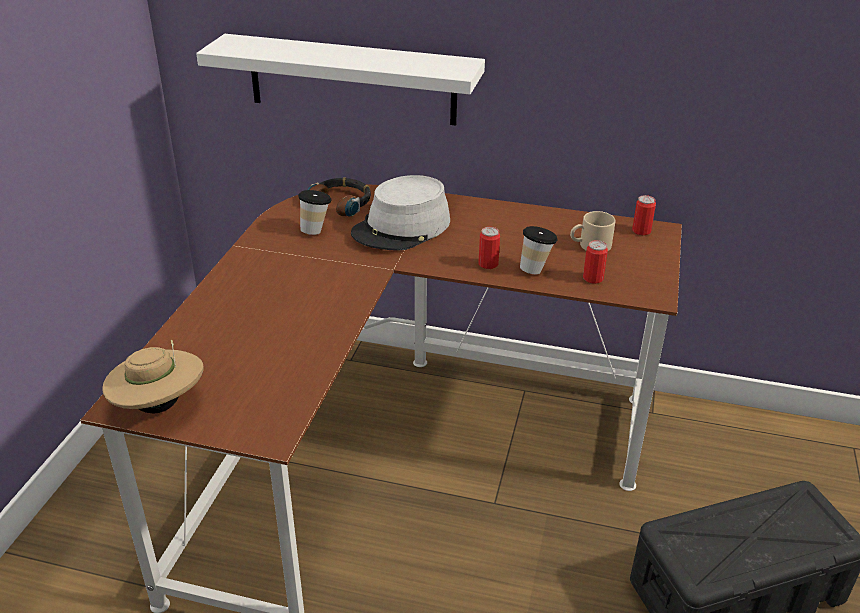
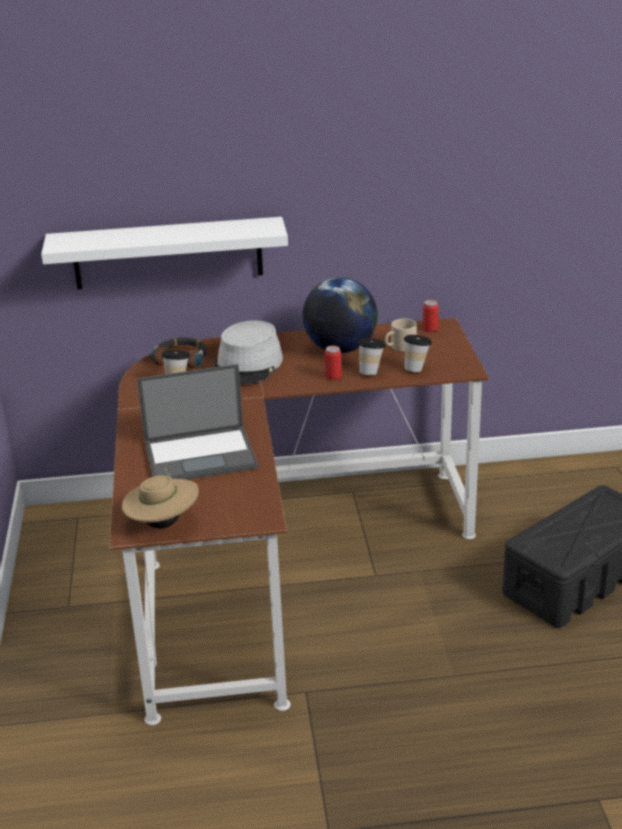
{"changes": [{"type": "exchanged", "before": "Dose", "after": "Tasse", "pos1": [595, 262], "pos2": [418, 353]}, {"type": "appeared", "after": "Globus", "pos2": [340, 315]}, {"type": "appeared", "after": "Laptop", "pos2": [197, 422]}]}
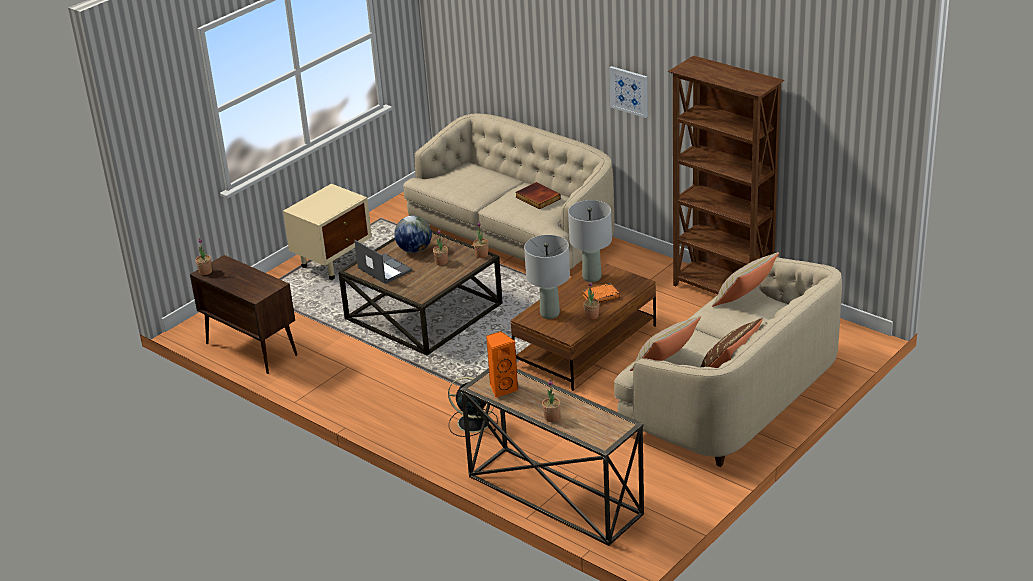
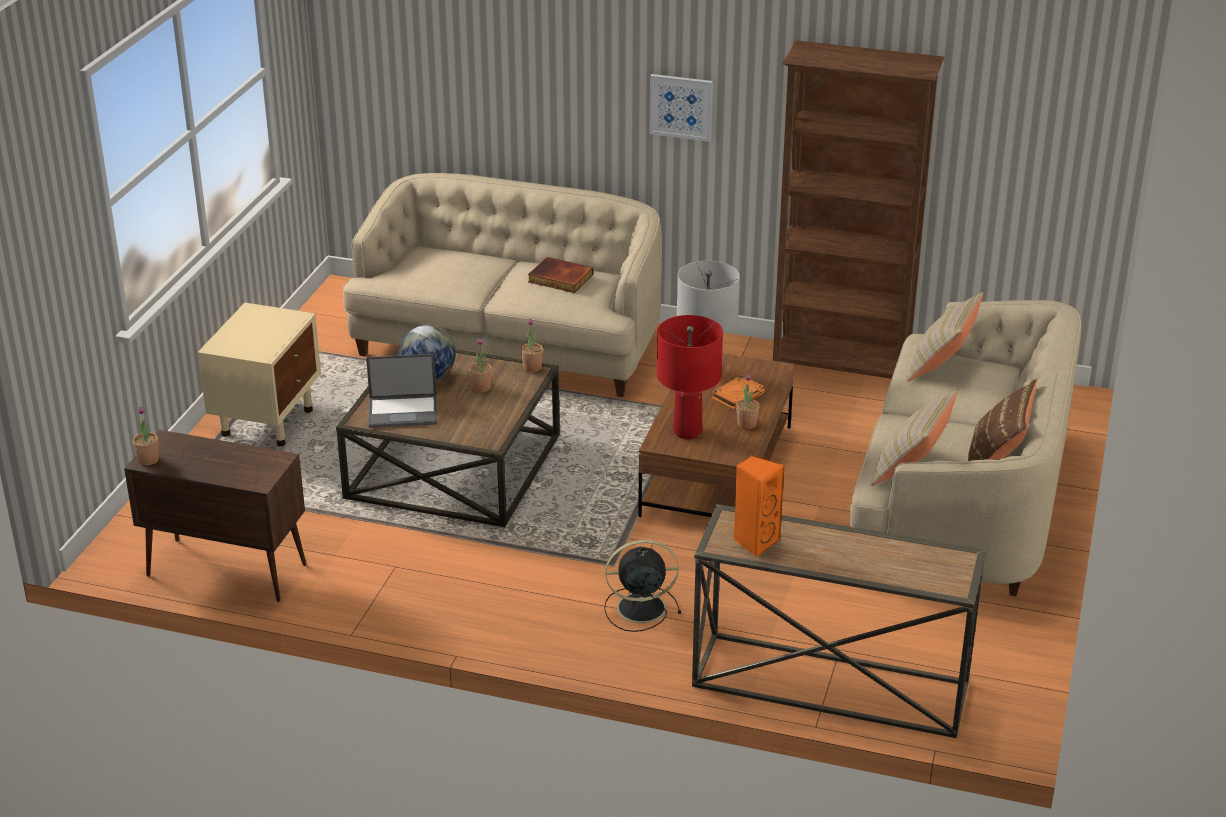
{"changes": [{"type": "colour", "before": "Tischlampe [grau]", "after": "Tischlampe [rot]", "pos1": [547, 277], "pos2": [690, 377]}, {"type": "spun", "before": "Laptop", "pos1": [383, 262], "pos2": [401, 391], "turn": 150}, {"type": "missing", "before": "Topfpflanze", "pos1": [551, 401]}]}
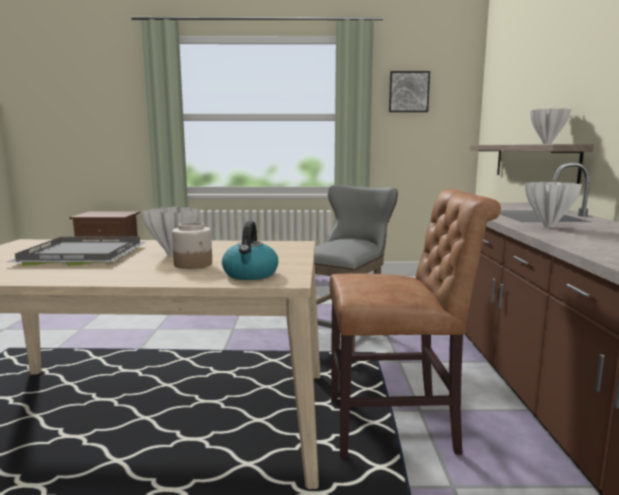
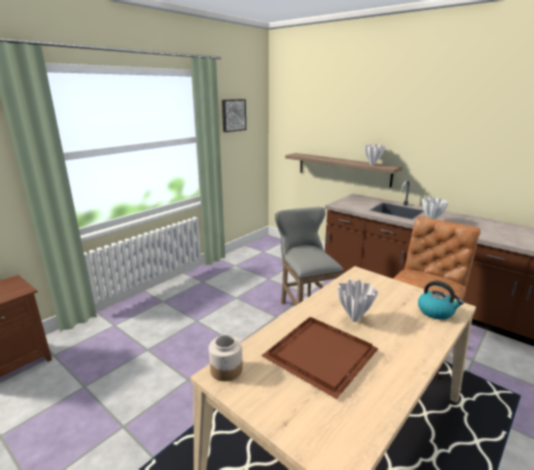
{"changes": [{"type": "relocated", "before": "Vorratsglas", "pos1": [192, 245], "pos2": [226, 358]}, {"type": "colour", "before": "Tablett [grau]", "after": "Tablett [braun]", "pos1": [77, 251], "pos2": [320, 358]}]}
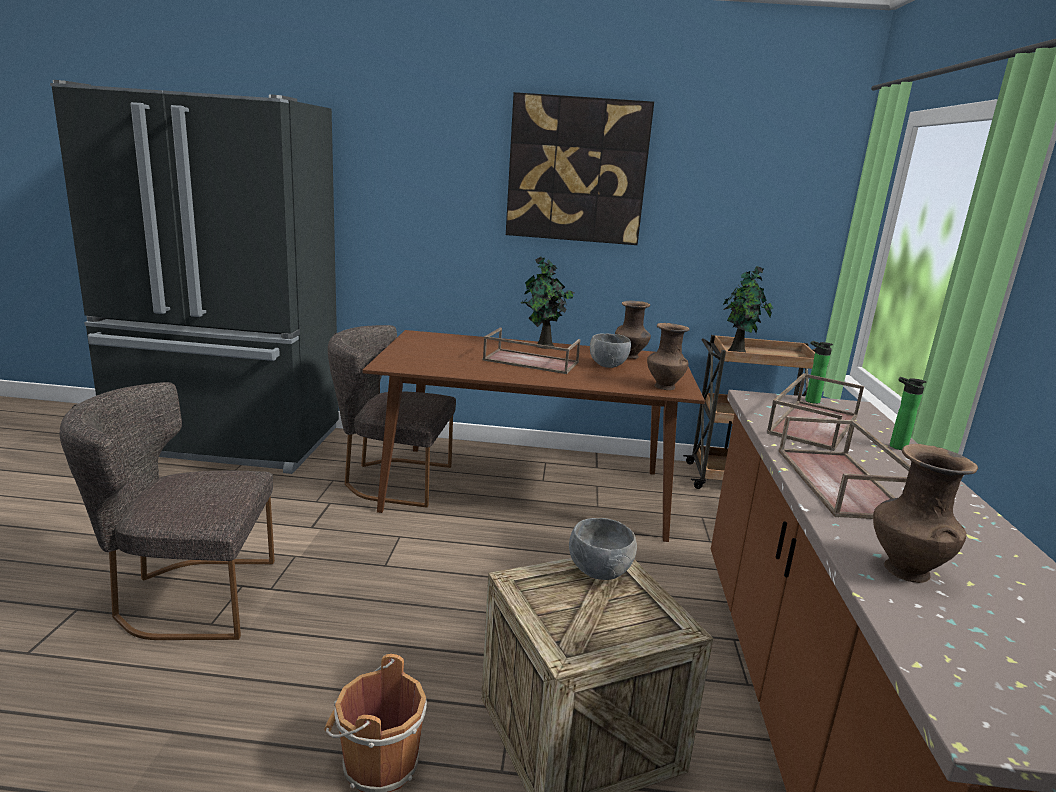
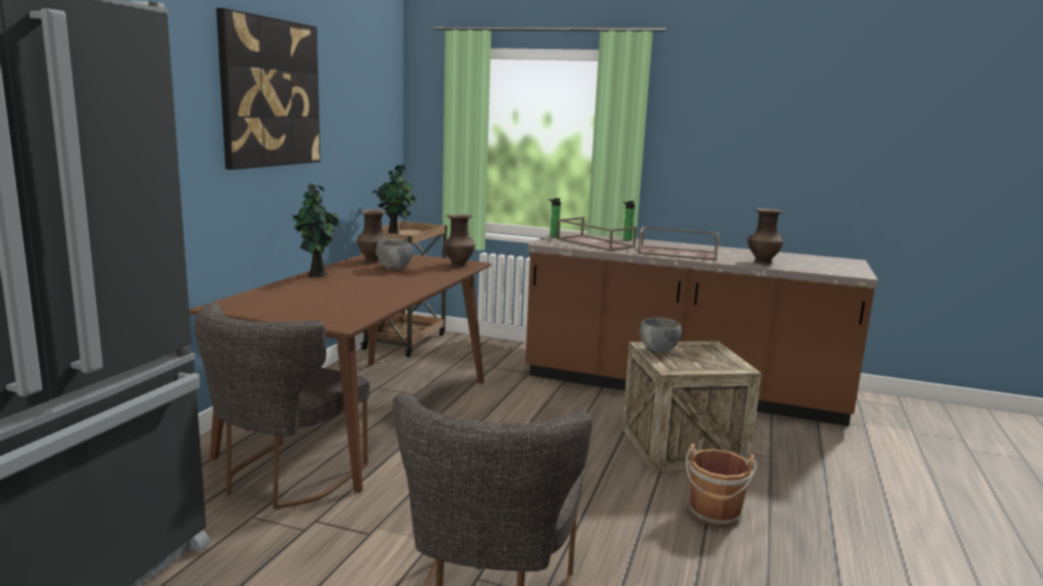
{"changes": [{"type": "missing", "before": "Tablett [braun]", "pos1": [531, 351]}]}
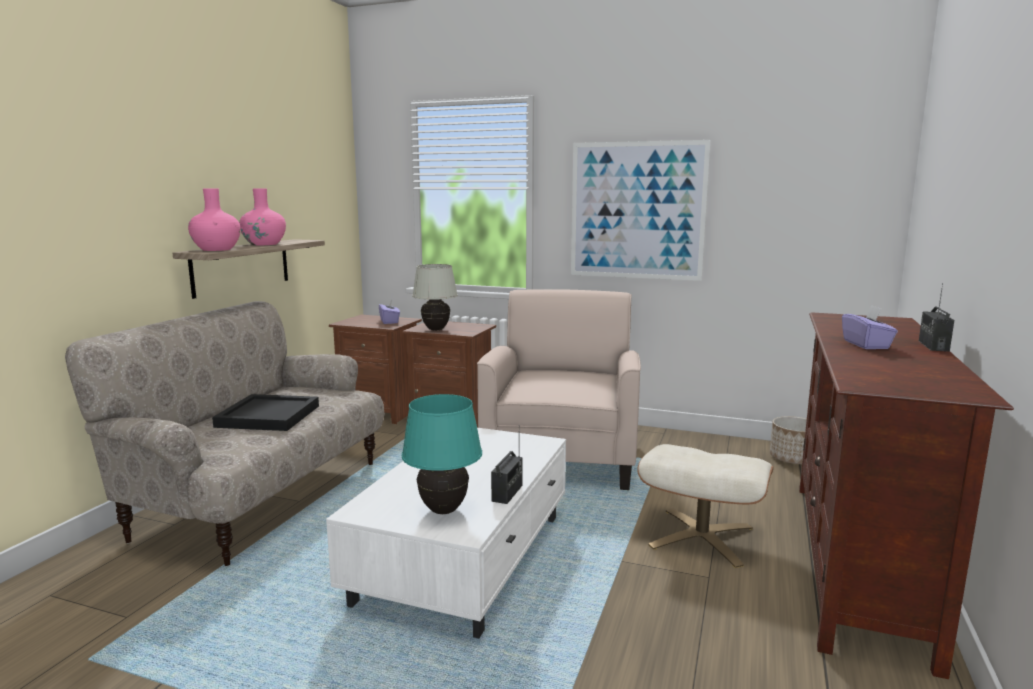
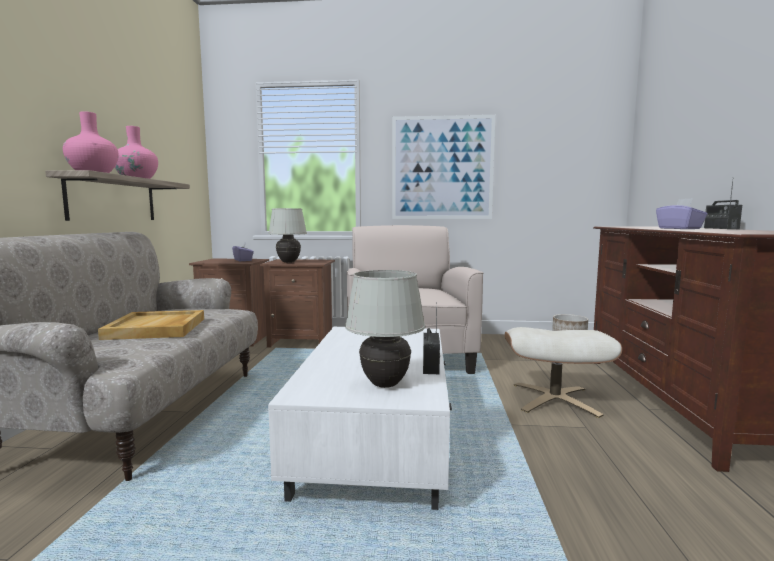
{"changes": [{"type": "colour", "before": "Tablett [schwarz]", "after": "Tablett [beige]", "pos1": [265, 412], "pos2": [151, 325]}, {"type": "colour", "before": "Tischlampe [türkis]", "after": "Tischlampe [weiß]", "pos1": [442, 454], "pos2": [385, 329]}]}
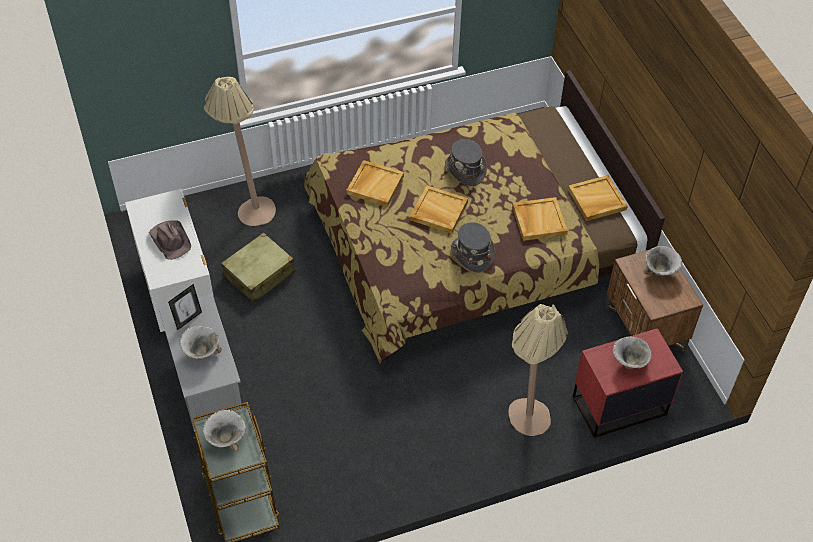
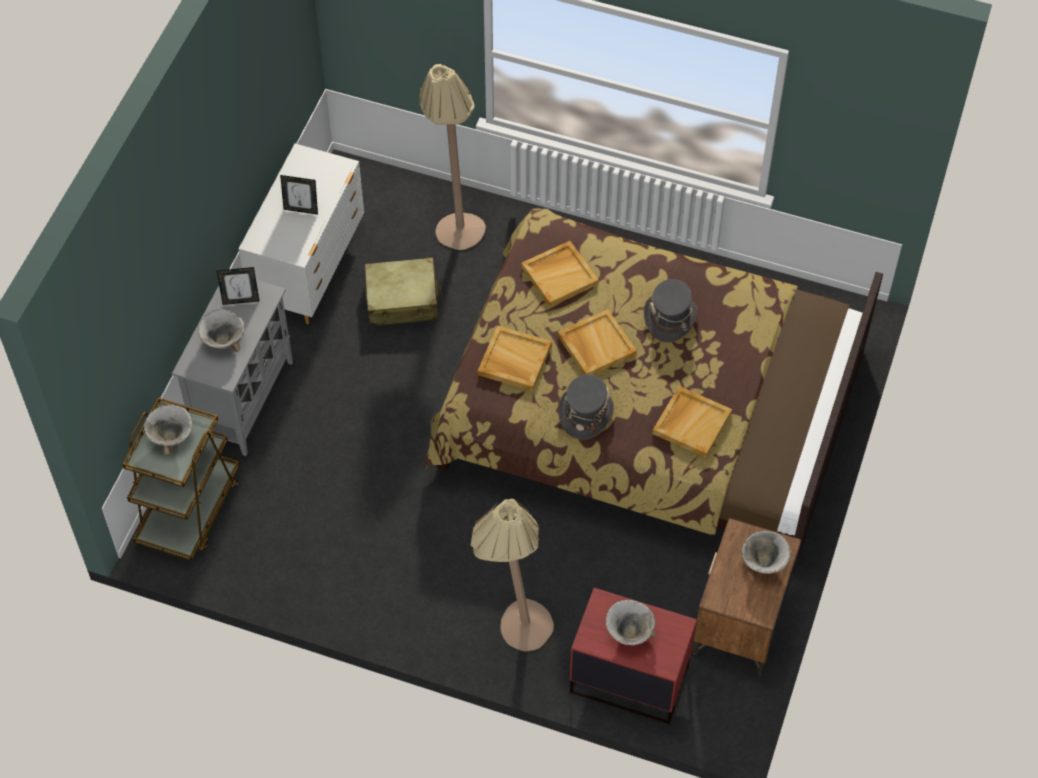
{"changes": [{"type": "relocated", "before": "Tablett [beige]", "pos1": [598, 198], "pos2": [515, 358]}, {"type": "exchanged", "before": "Hut [braun]", "after": "Bilderrahmen", "pos1": [170, 240], "pos2": [299, 195]}]}
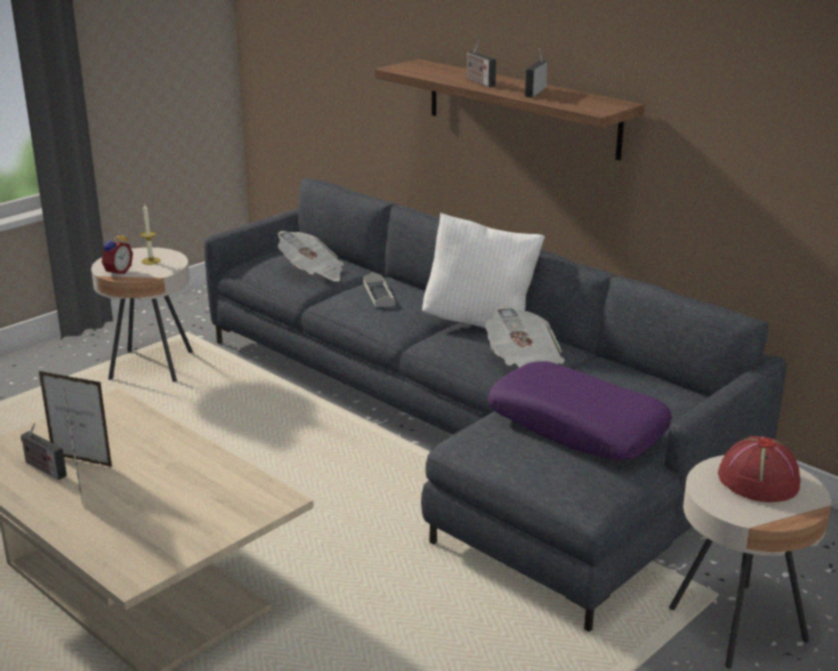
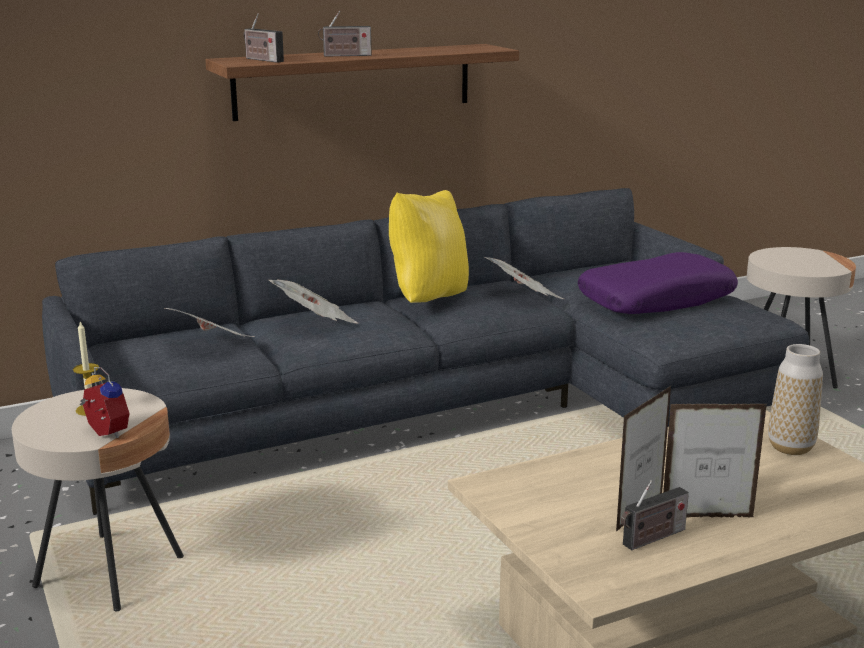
{"changes": [{"type": "relocated", "before": "Radio", "pos1": [536, 73], "pos2": [263, 38]}, {"type": "colour", "before": "Kissen [weiß]", "after": "Kissen [gelb]", "pos1": [483, 270], "pos2": [429, 246]}, {"type": "exchanged", "before": "Tablett [grau]", "after": "Zeitung", "pos1": [379, 289], "pos2": [313, 301]}, {"type": "missing", "before": "Hut [rot]", "pos1": [759, 469]}, {"type": "appeared", "after": "Vase", "pos2": [795, 399]}]}
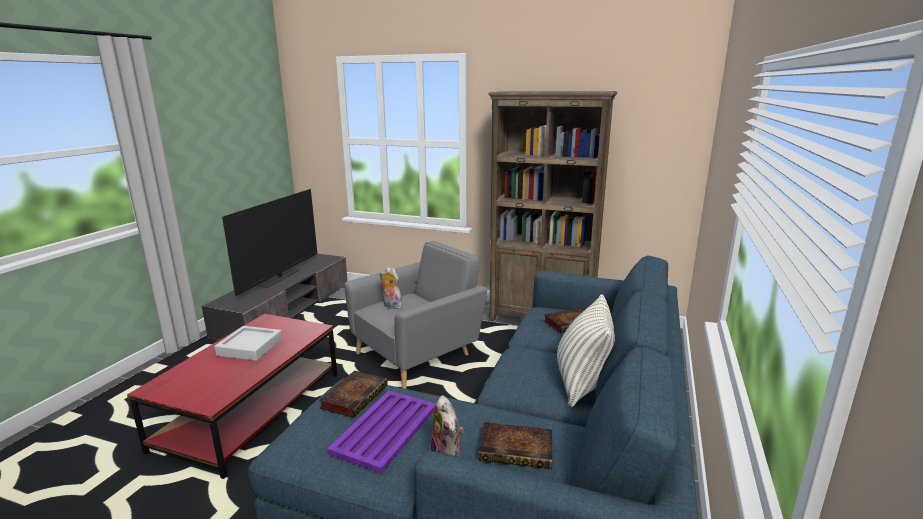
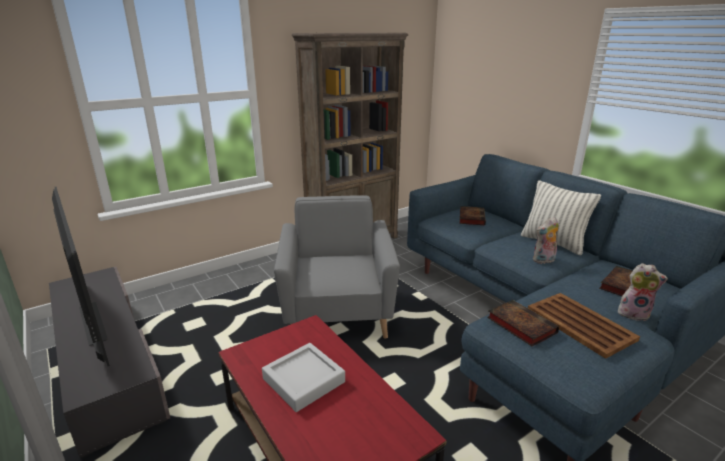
{"changes": [{"type": "relocated", "before": "Plüschtier", "pos1": [391, 288], "pos2": [546, 240]}, {"type": "colour", "before": "Tablett [lila]", "after": "Tablett [braun]", "pos1": [381, 431], "pos2": [584, 326]}]}
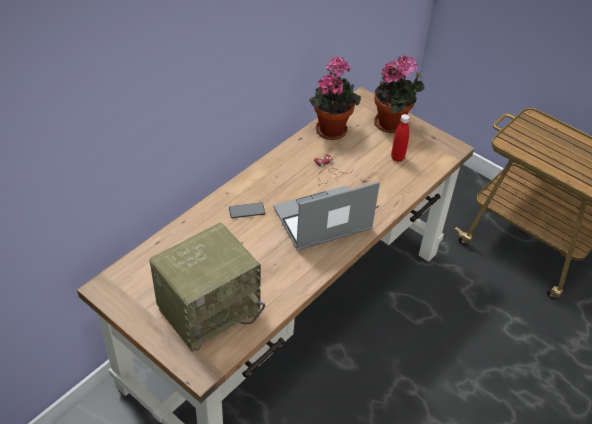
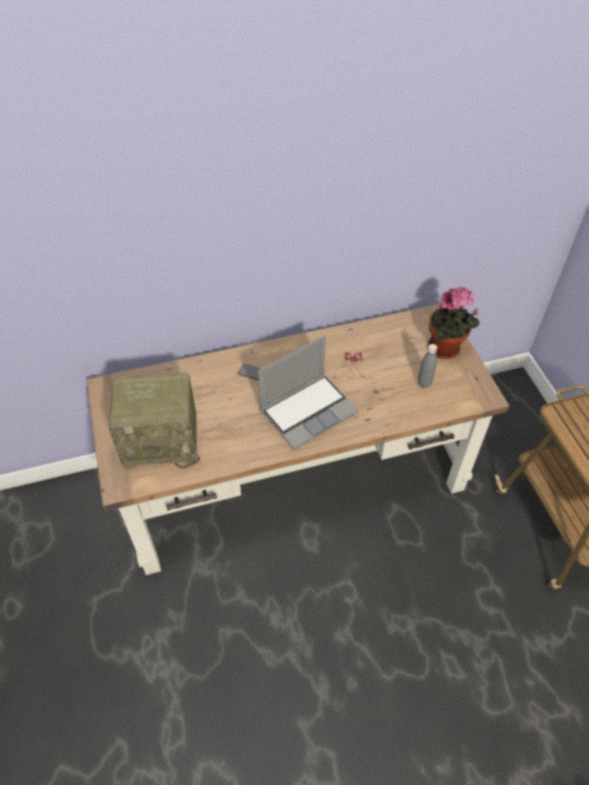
{"changes": [{"type": "missing", "before": "Topfpflanze", "pos1": [335, 98]}, {"type": "colour", "before": "Flasche [rot]", "after": "Flasche [grau]", "pos1": [400, 138], "pos2": [427, 366]}, {"type": "spun", "before": "Laptop", "pos1": [326, 216], "pos2": [308, 392], "turn": 135}]}
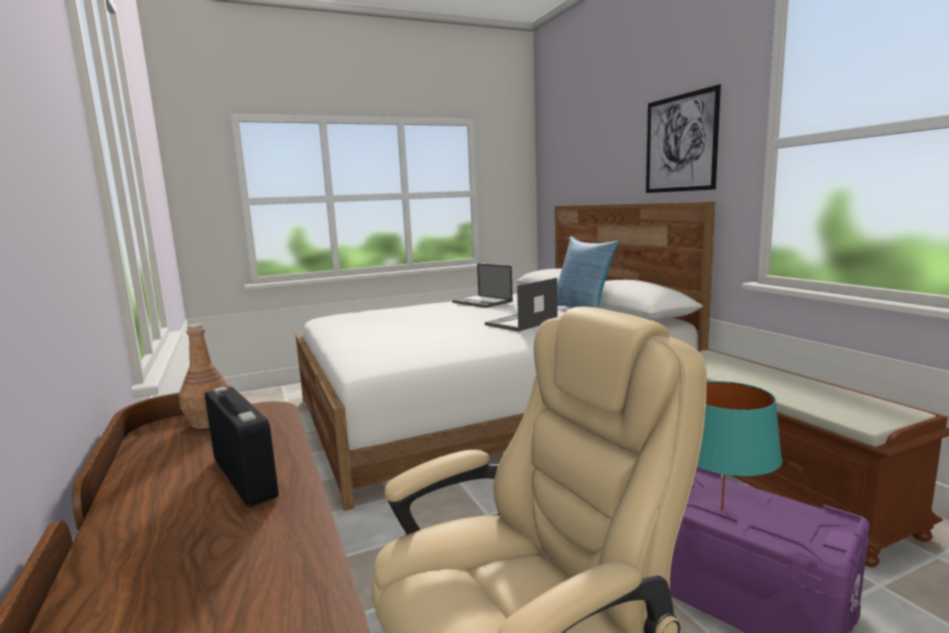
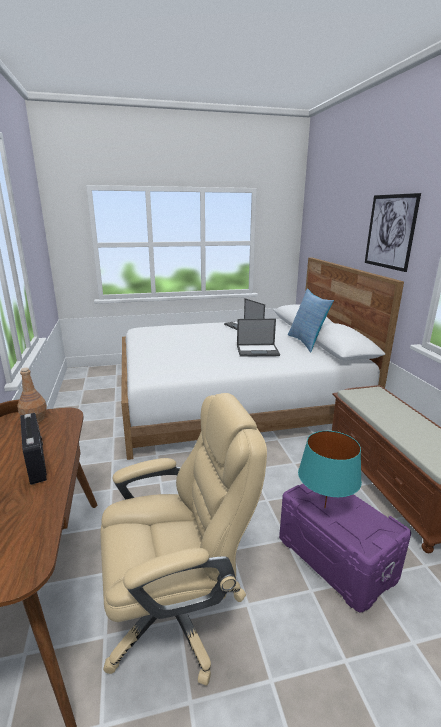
{"changes": [{"type": "spun", "before": "Laptop", "pos1": [521, 304], "pos2": [258, 338], "turn": -150}]}
